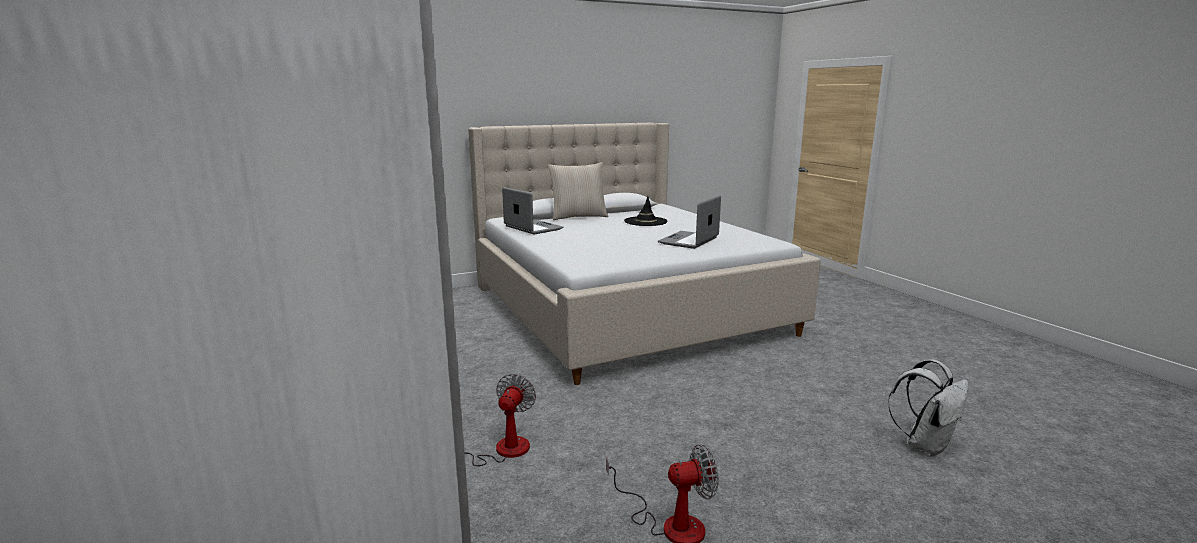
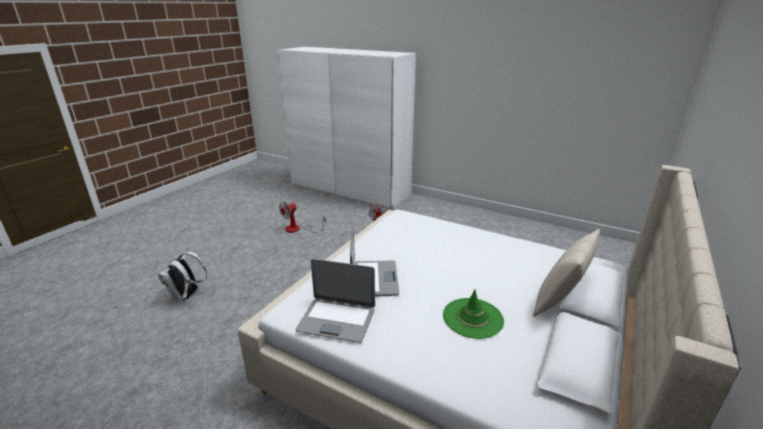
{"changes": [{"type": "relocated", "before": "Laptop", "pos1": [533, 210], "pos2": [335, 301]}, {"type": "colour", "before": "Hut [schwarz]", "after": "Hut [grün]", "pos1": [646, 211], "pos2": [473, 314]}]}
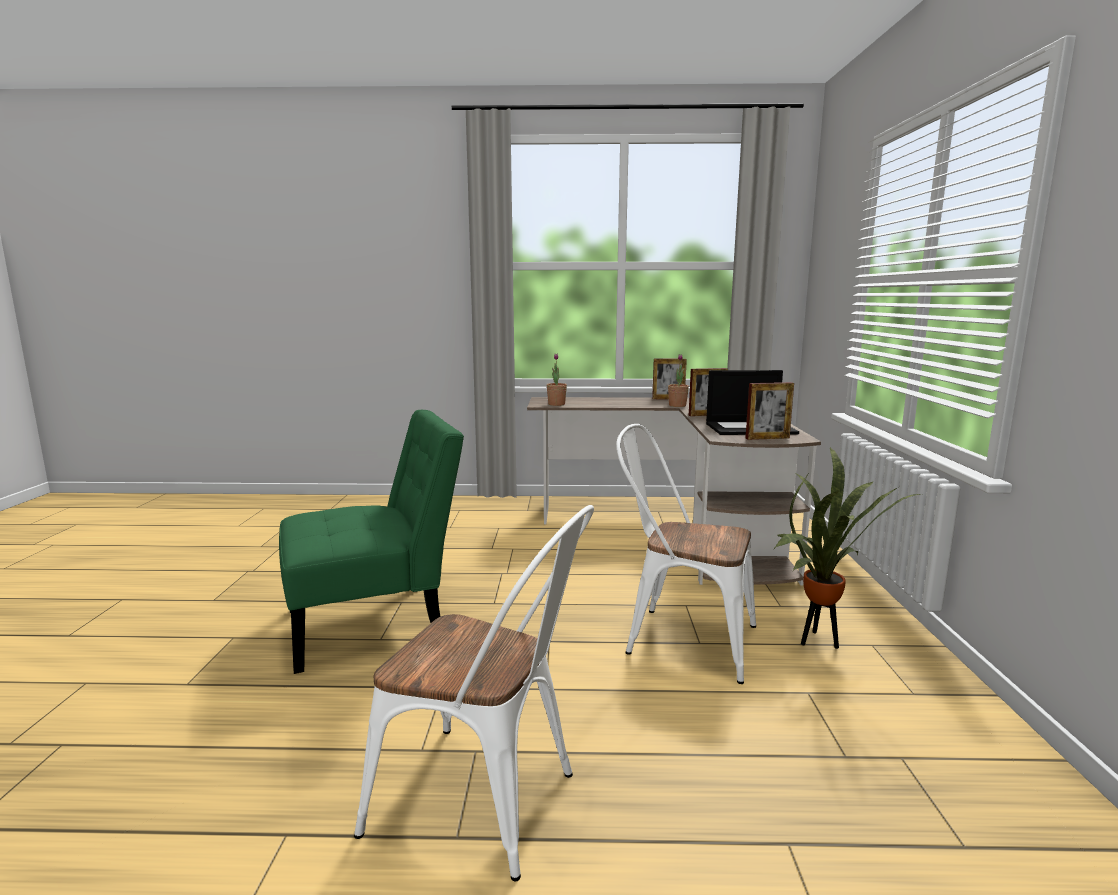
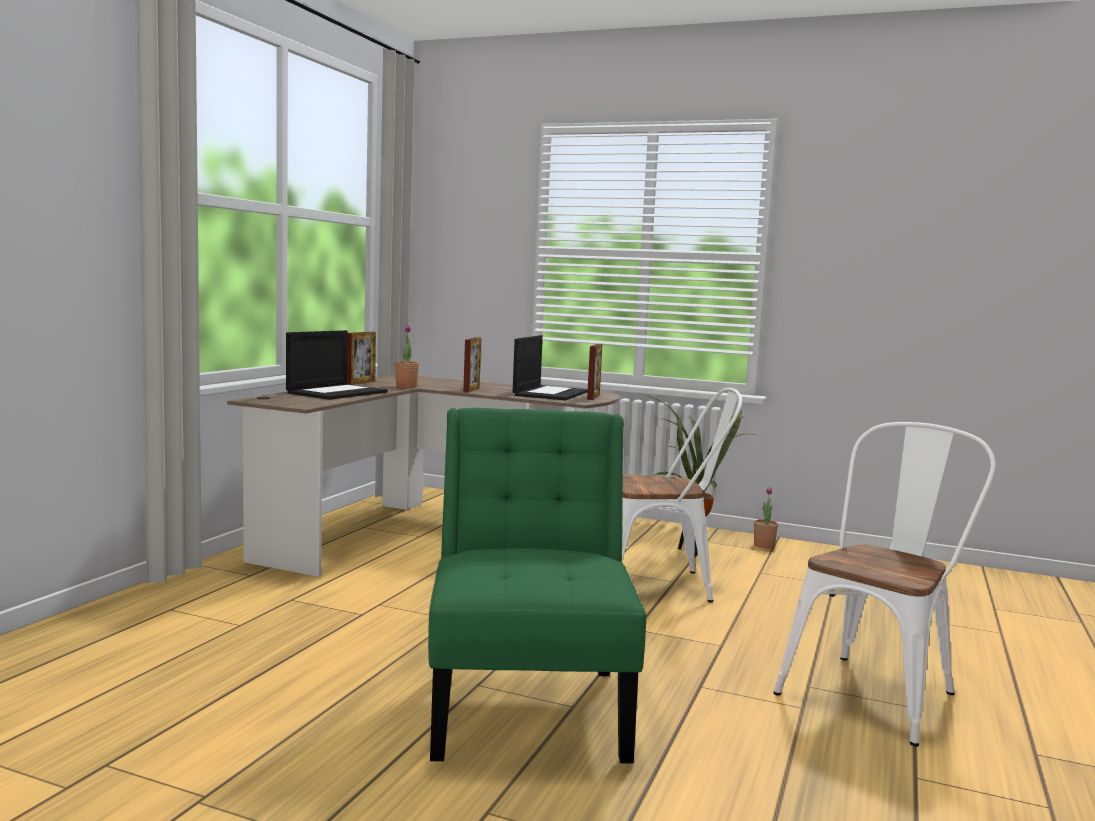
{"changes": [{"type": "relocated", "before": "Topfpflanze", "pos1": [557, 380], "pos2": [766, 518]}, {"type": "spun", "before": "Stuhl [weiß]", "pos1": [686, 554], "pos2": [682, 495], "turn": -135}, {"type": "appeared", "after": "Laptop", "pos2": [337, 365]}]}
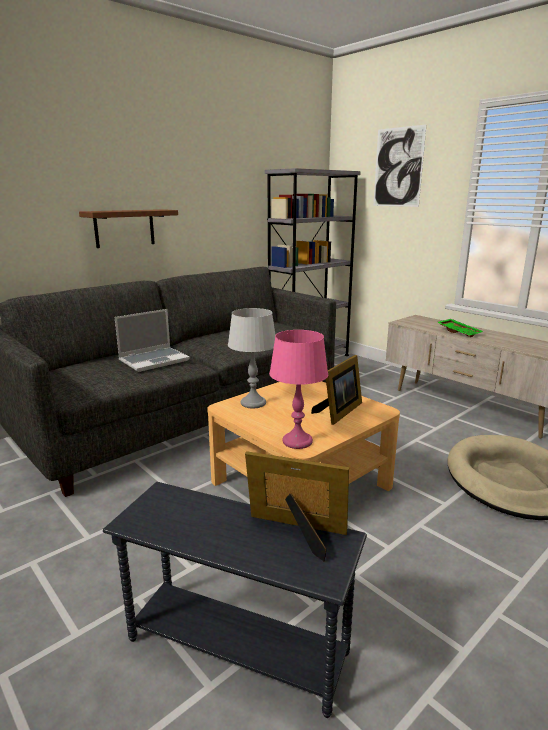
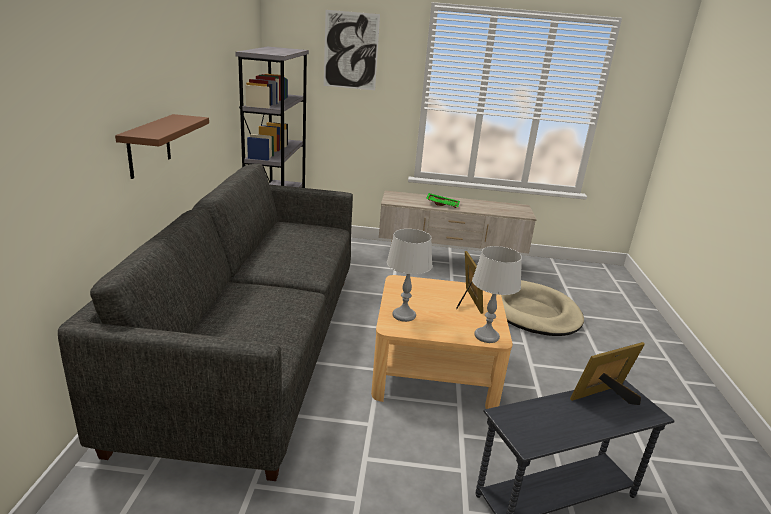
{"changes": [{"type": "missing", "before": "Laptop", "pos1": [152, 340]}, {"type": "colour", "before": "Tischlampe [rosa]", "after": "Tischlampe [grau]", "pos1": [298, 389], "pos2": [497, 294]}]}
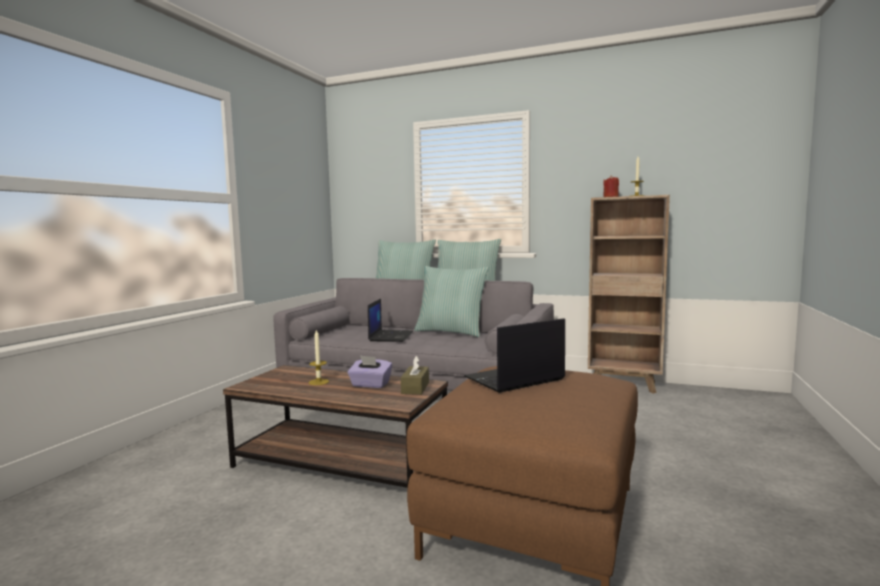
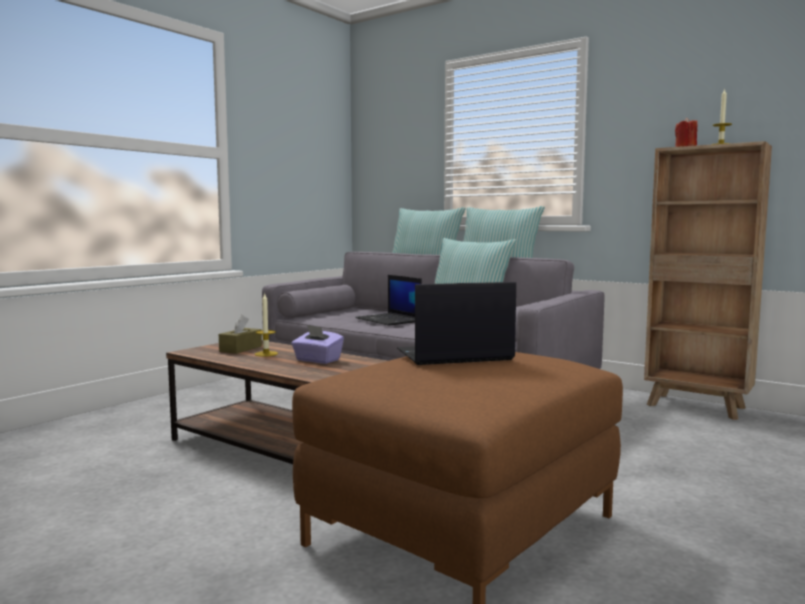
{"changes": [{"type": "spun", "before": "Laptop", "pos1": [390, 320], "pos2": [389, 300], "turn": 120}, {"type": "relocated", "before": "Taschentuchbox [braun]", "pos1": [415, 375], "pos2": [240, 334]}]}
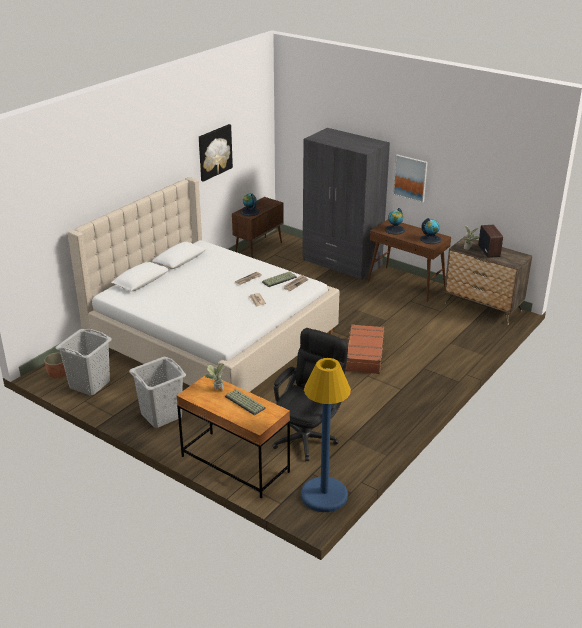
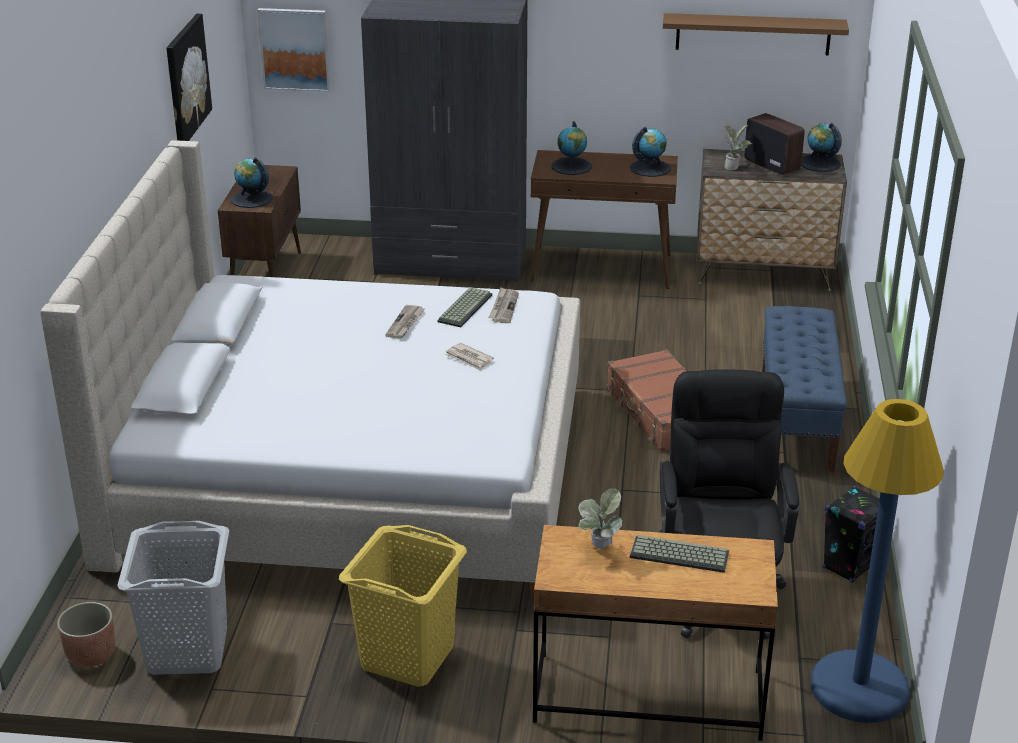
{"changes": [{"type": "relocated", "before": "Bild", "pos1": [410, 179], "pos2": [293, 50]}, {"type": "colour", "before": "Wäschekorb [grau]", "after": "Wäschekorb [gelb]", "pos1": [157, 392], "pos2": [403, 606]}, {"type": "appeared", "after": "Wandregal [braun]", "pos2": [756, 34]}, {"type": "appeared", "after": "Globus", "pos2": [821, 147]}, {"type": "appeared", "after": "Bank [blau]", "pos2": [804, 389]}, {"type": "appeared", "after": "Lautsprecher [schwarz]", "pos2": [851, 534]}]}
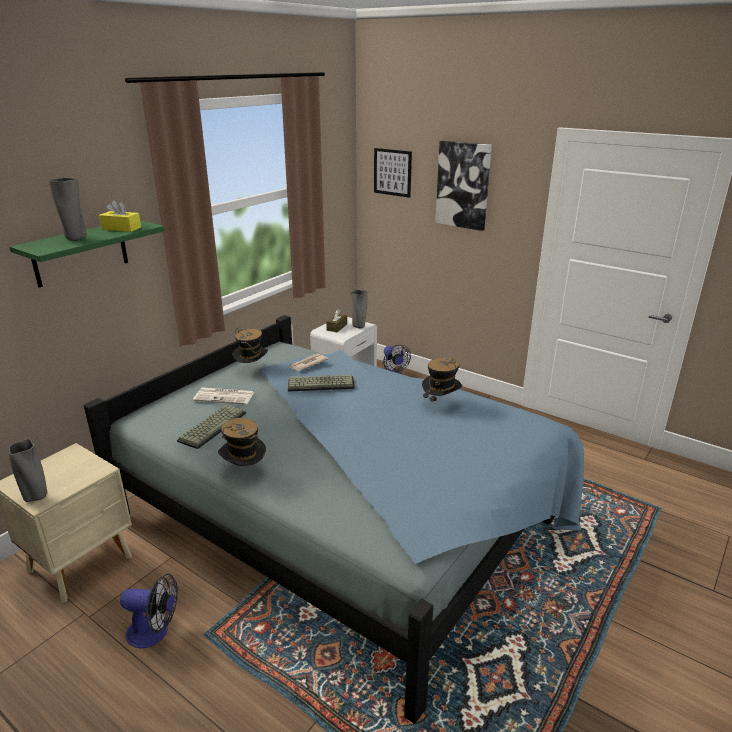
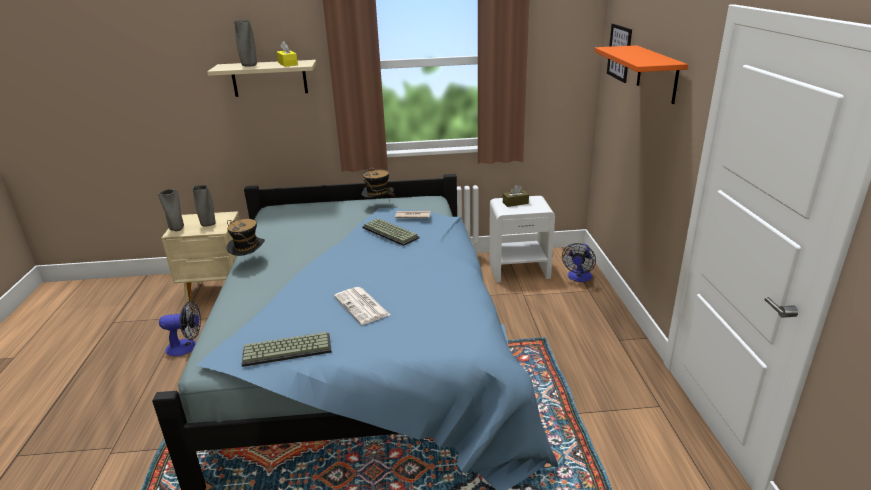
{"changes": [{"type": "exchanged", "before": "Bild", "after": "Wandregal [orange]", "pos1": [463, 186], "pos2": [641, 74]}, {"type": "colour", "before": "Wandregal [grün]", "after": "Wandregal [beige]", "pos1": [87, 253], "pos2": [262, 78]}, {"type": "relocated", "before": "Vase [grau]", "pos1": [359, 309], "pos2": [204, 206]}, {"type": "missing", "before": "Hut", "pos1": [442, 385]}, {"type": "relocated", "before": "Zeitung", "pos1": [223, 396], "pos2": [362, 306]}, {"type": "relocated", "before": "Tastatur", "pos1": [211, 427], "pos2": [287, 349]}, {"type": "spun", "before": "Ventilator", "pos1": [149, 611], "pos2": [180, 328], "turn": -60}]}
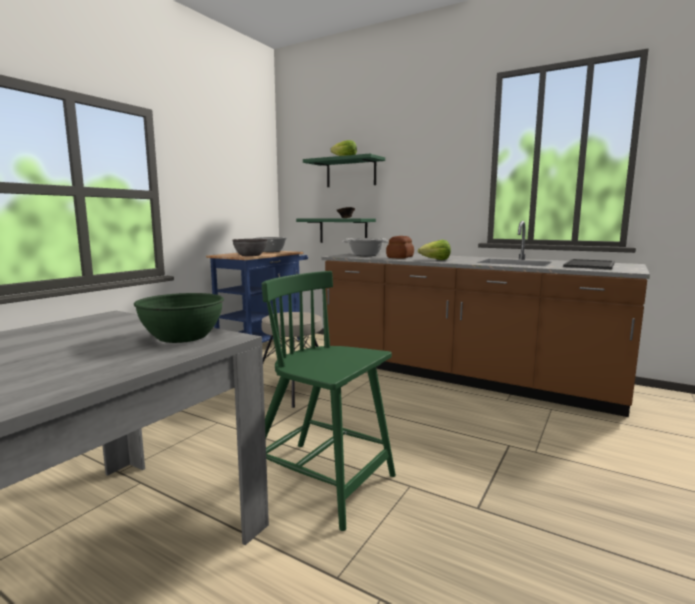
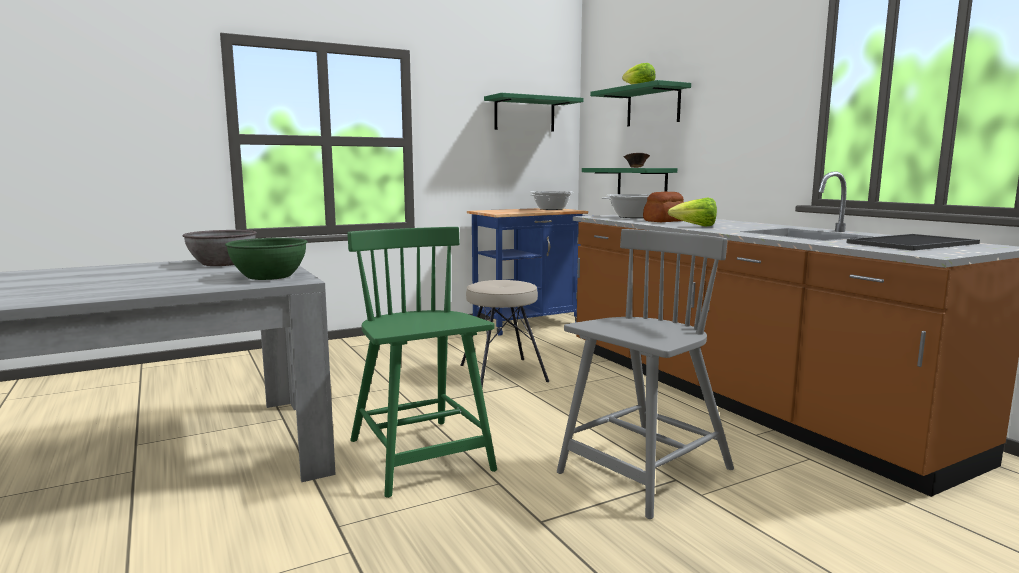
{"changes": [{"type": "relocated", "before": "Schüssel [grau]", "pos1": [249, 247], "pos2": [219, 248]}, {"type": "appeared", "after": "Wandregal [grün]", "pos2": [534, 112]}, {"type": "appeared", "after": "Stuhl [grau]", "pos2": [645, 374]}]}
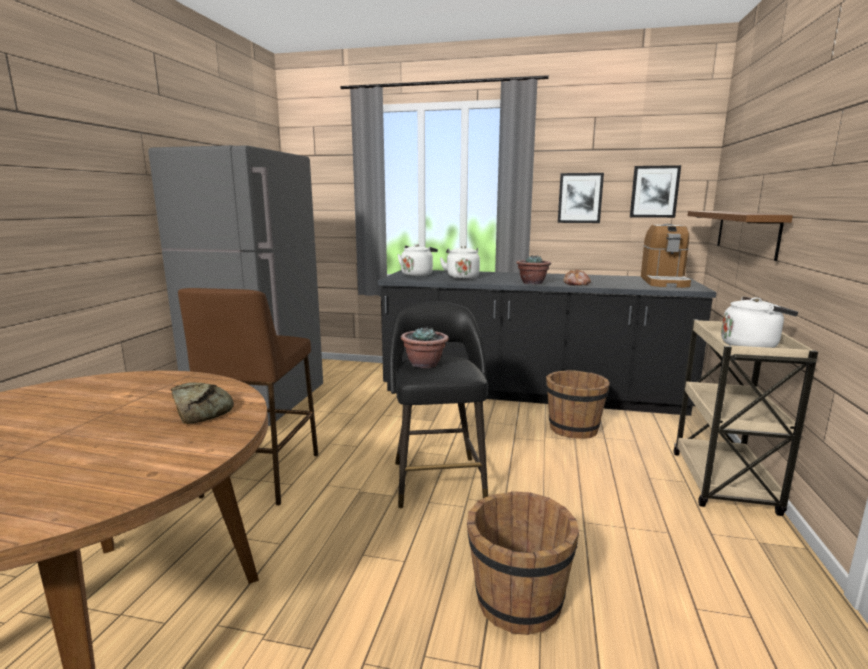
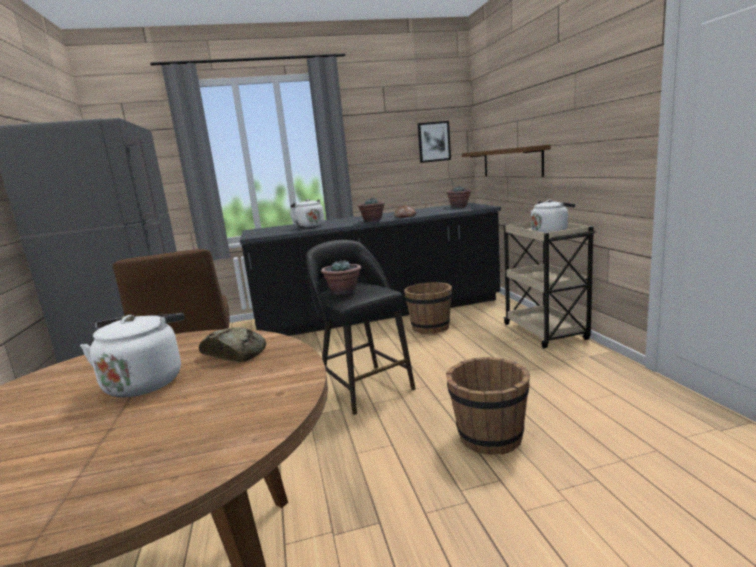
{"changes": [{"type": "missing", "before": "Bild", "pos1": [581, 198]}, {"type": "exchanged", "before": "Kaffeemaschine", "after": "Topfpflanze", "pos1": [666, 256], "pos2": [459, 197]}, {"type": "relocated", "before": "Wasserkessel [weiß]", "pos1": [417, 260], "pos2": [132, 355]}]}
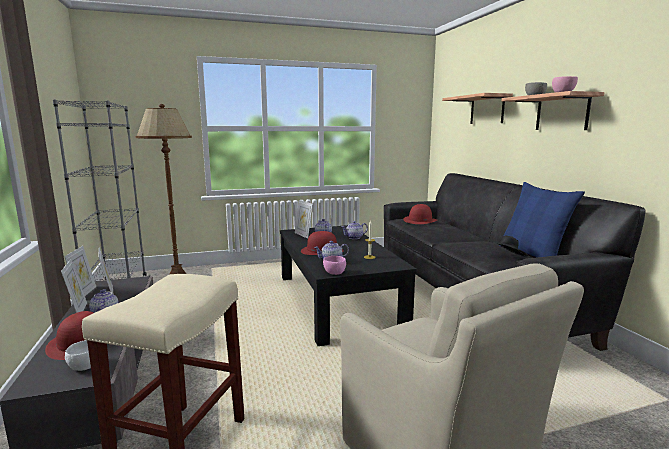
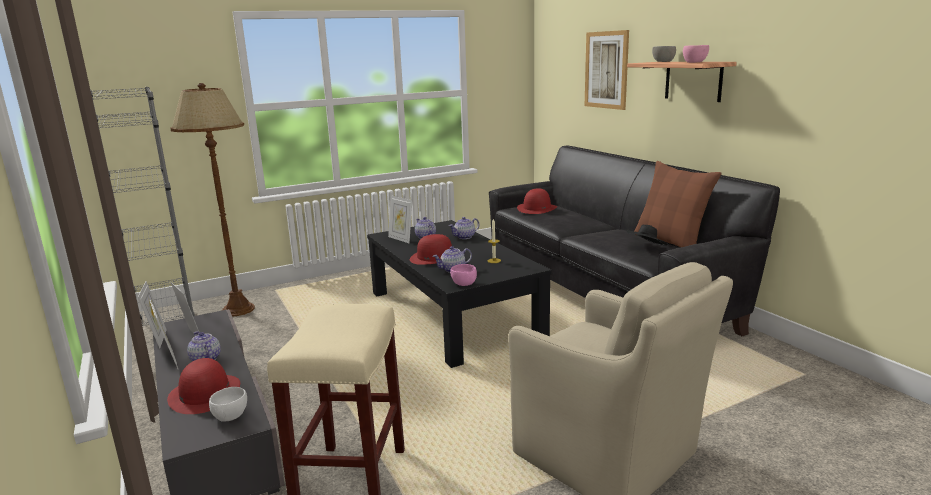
{"changes": [{"type": "exchanged", "before": "Wandregal", "after": "Bild", "pos1": [477, 108], "pos2": [607, 70]}, {"type": "colour", "before": "Kissen [blau]", "after": "Kissen [braun]", "pos1": [542, 219], "pos2": [678, 204]}]}
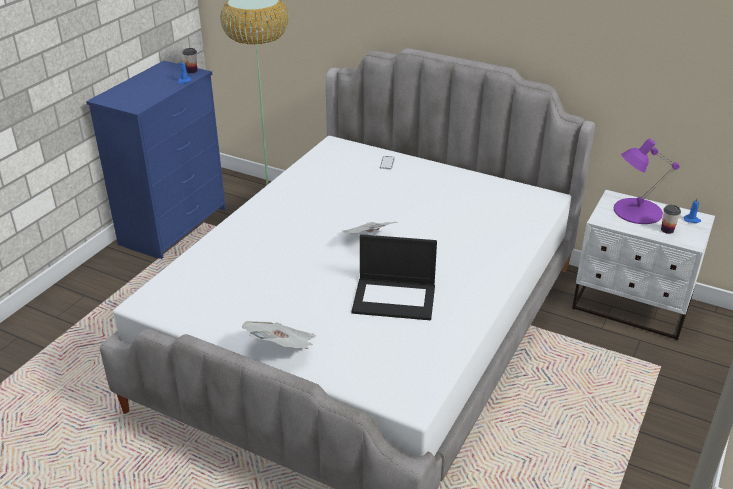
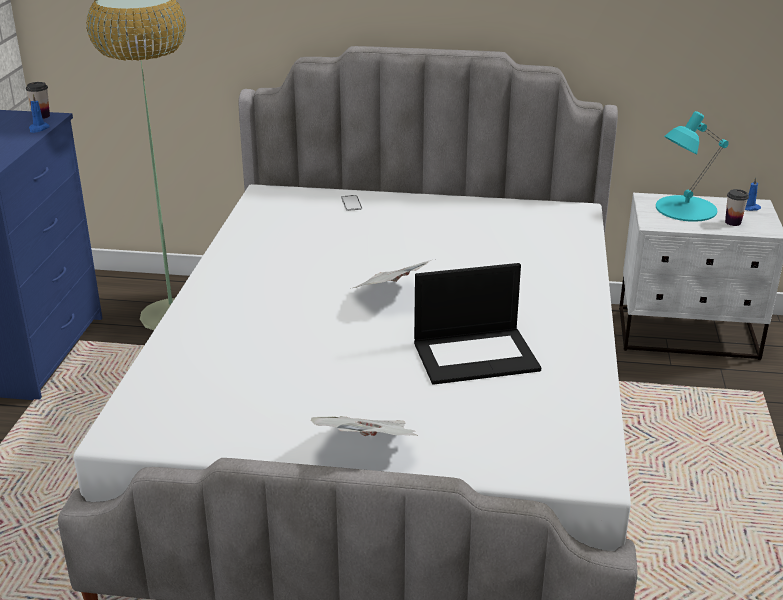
{"changes": [{"type": "colour", "before": "Tischlampe [lila]", "after": "Tischlampe [türkis]", "pos1": [647, 181], "pos2": [692, 166]}]}
